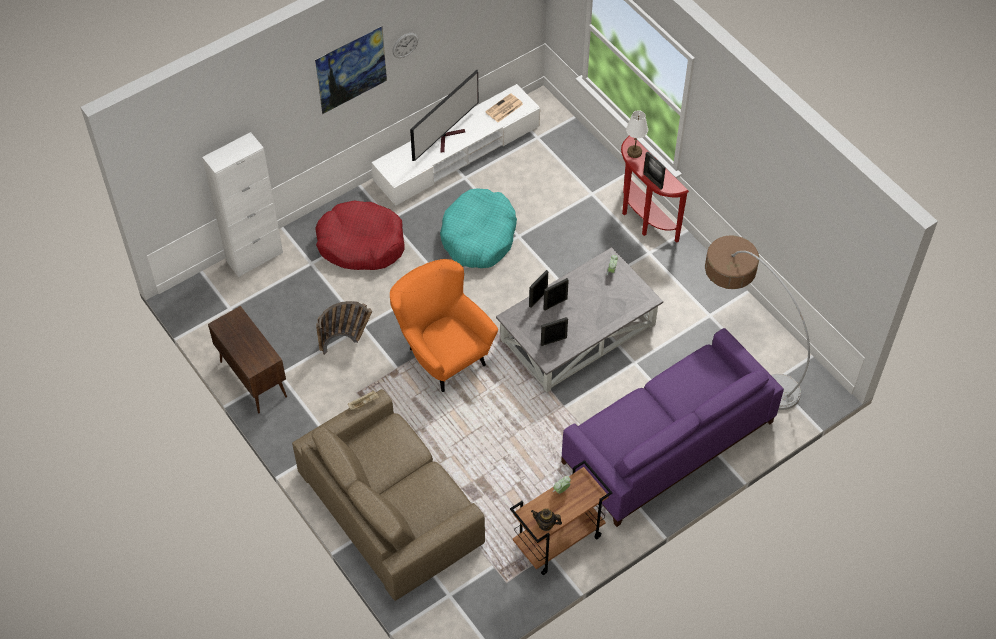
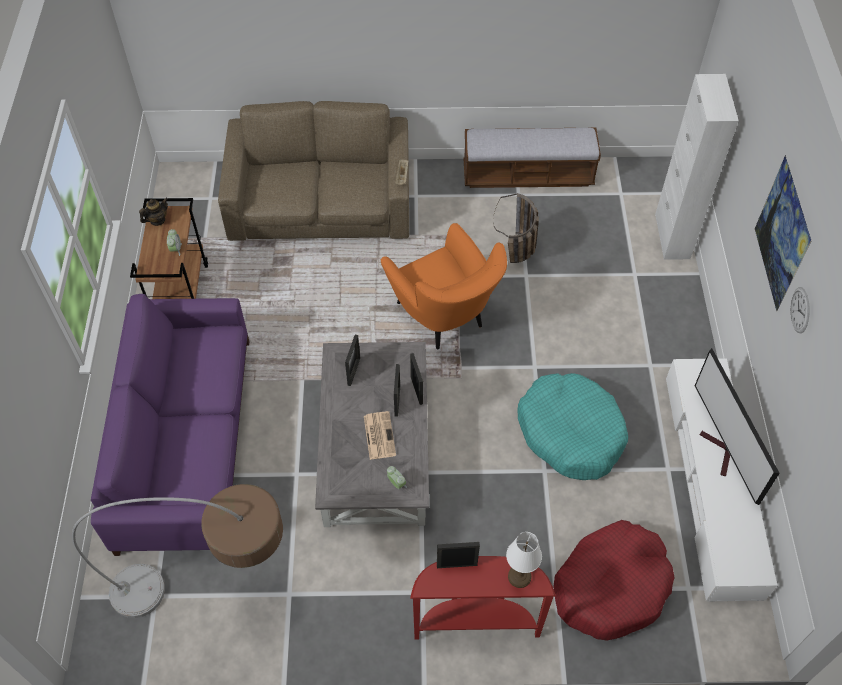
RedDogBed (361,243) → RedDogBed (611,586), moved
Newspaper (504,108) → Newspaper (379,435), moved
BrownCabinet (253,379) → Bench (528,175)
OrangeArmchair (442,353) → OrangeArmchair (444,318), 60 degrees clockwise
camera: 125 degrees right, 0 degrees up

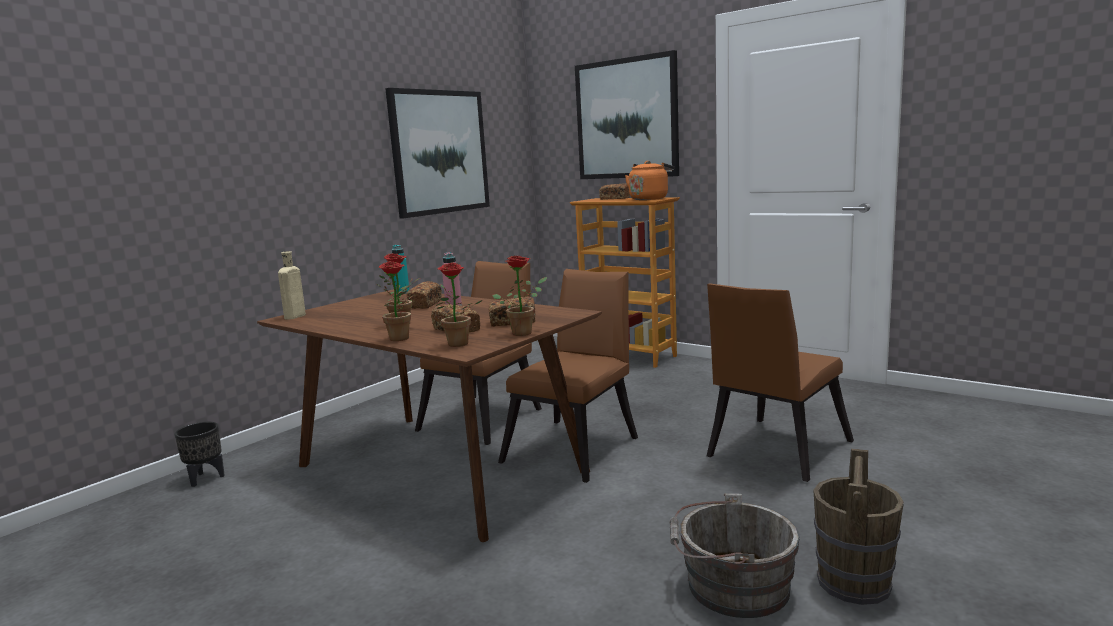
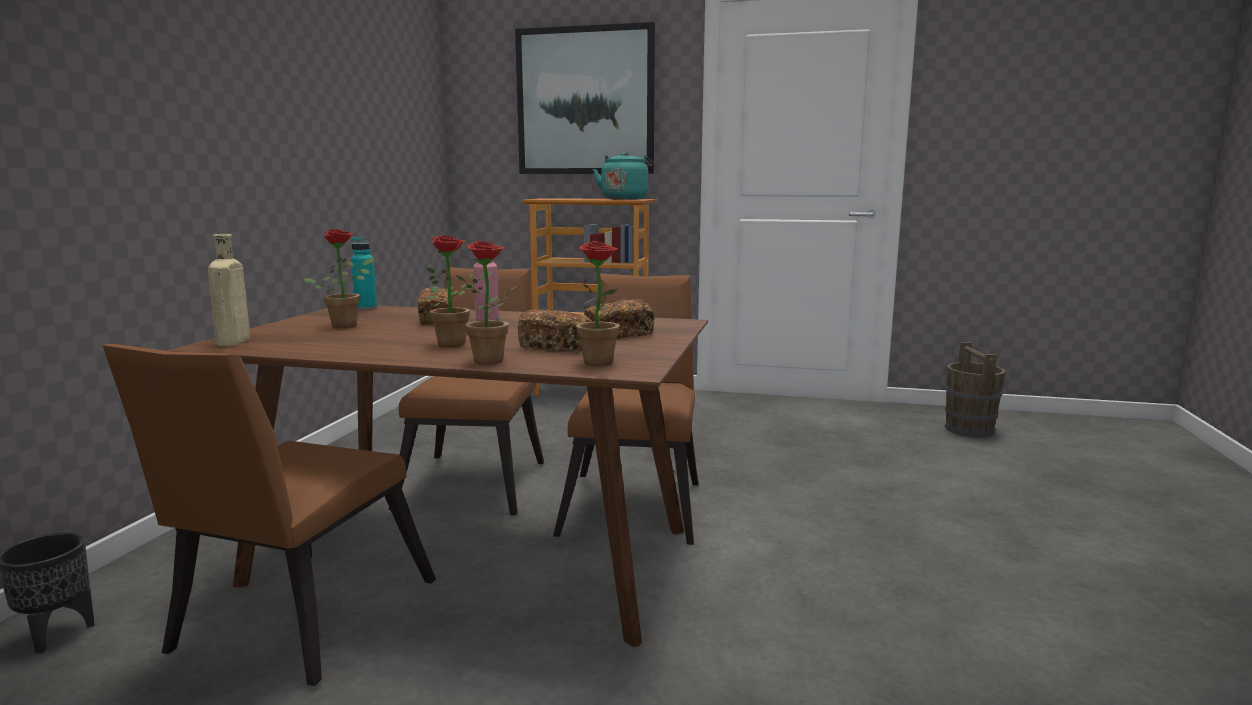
Picture (439,152) → -
Bread (614,198) → -
GreyBucket (731,586) → -
PottedPlant (525,332) → PottedPlant (347,324), moved
BrownChair (773,451) → BrownChair (294,622), moved
BrownBucket (854,582) → BrownBucket (969,429), moved
OrangeKettle (649,199) → TurquoiseKettle (625,199)
camera: 25 degrees left, 0 degrees up

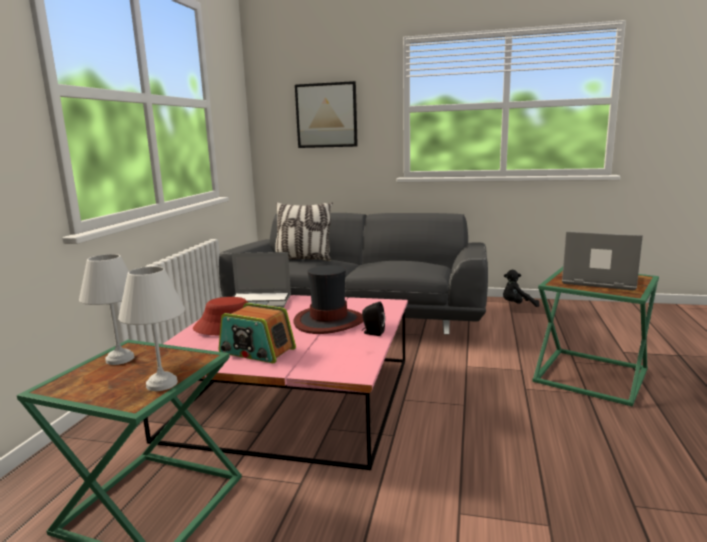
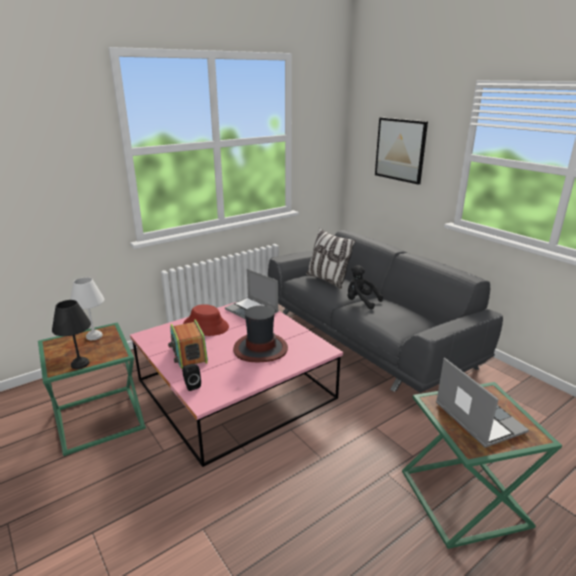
BlackSpeaker (372,333) → BlackSpeaker (191,385), moved
BlackPlushToy (517,305) → BlackPlushToy (361,302), moved
WhiteTableLamp (162,383) → BlackTableLamp (81,363)
camera: 40 degrees right, 10 degrees up

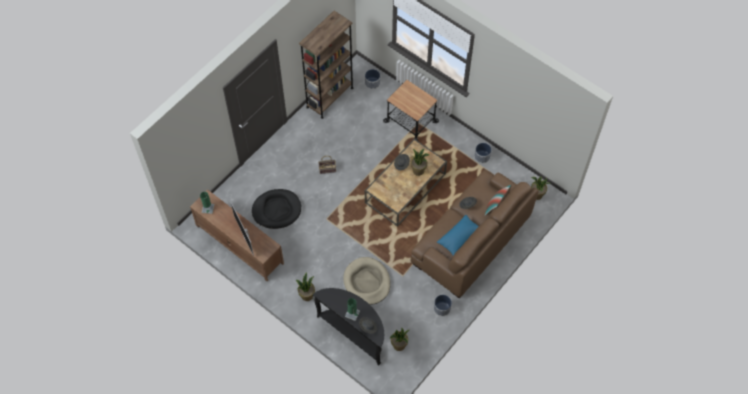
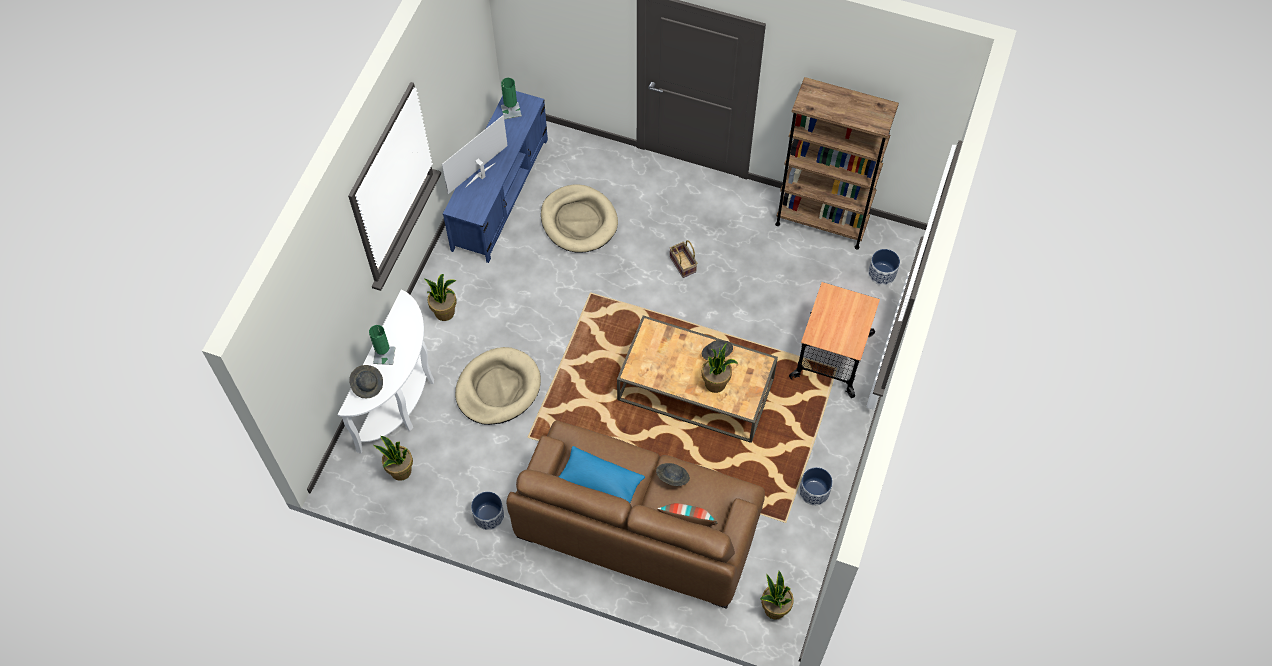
BrownTvStand (239,244) → BlueTvStand (500,193)
BlackDogBed (276,210) → BeigeDogBed (579,221)
BlackConsoleTable (354,333) → WhiteConsoleTable (402,399)
camera: 70 degrees right, 0 degrees up

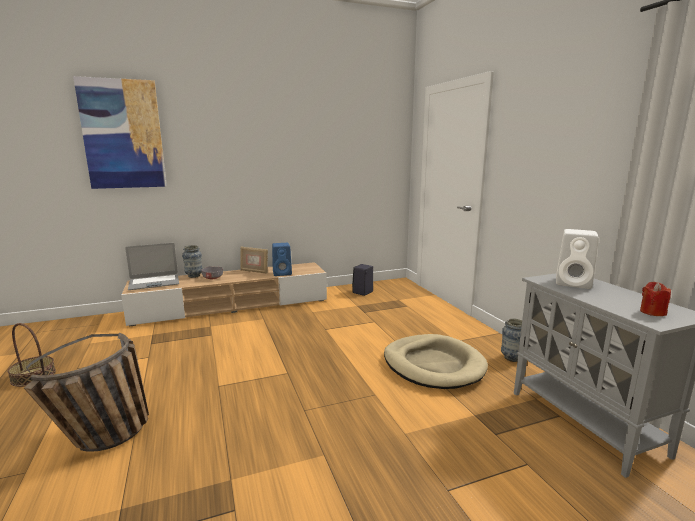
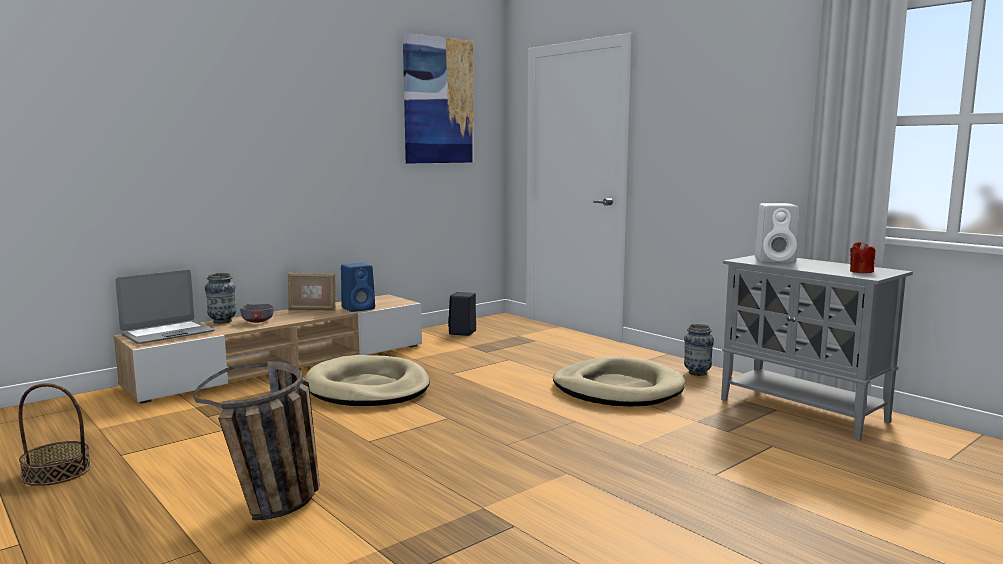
- → BeigeDogBed (368,388)
Picture (123,134) → Picture (438,101), moved
camera: 20 degrees left, 5 degrees down

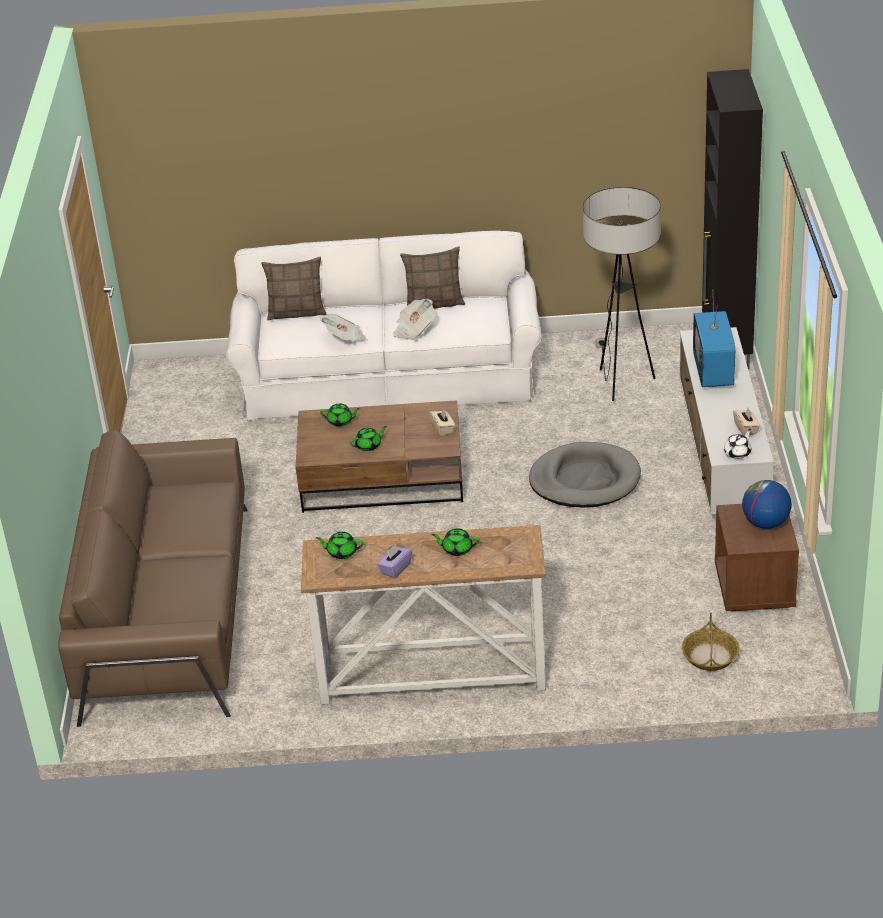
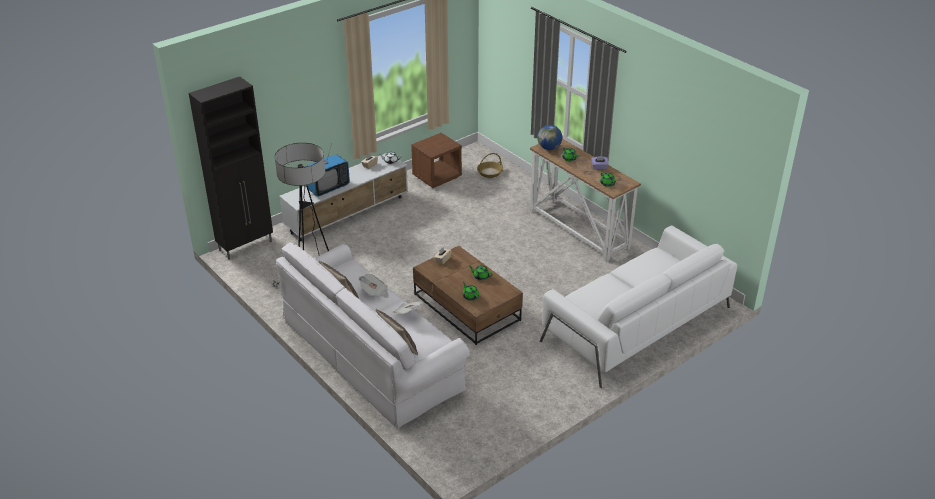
GreyDogBed (585,480) → -
Globe (765,523) → Globe (549,148), moved
BrownSofa (167,611) → WhiteSofa (636,324)
camera: 130 degrees left, 0 degrees up

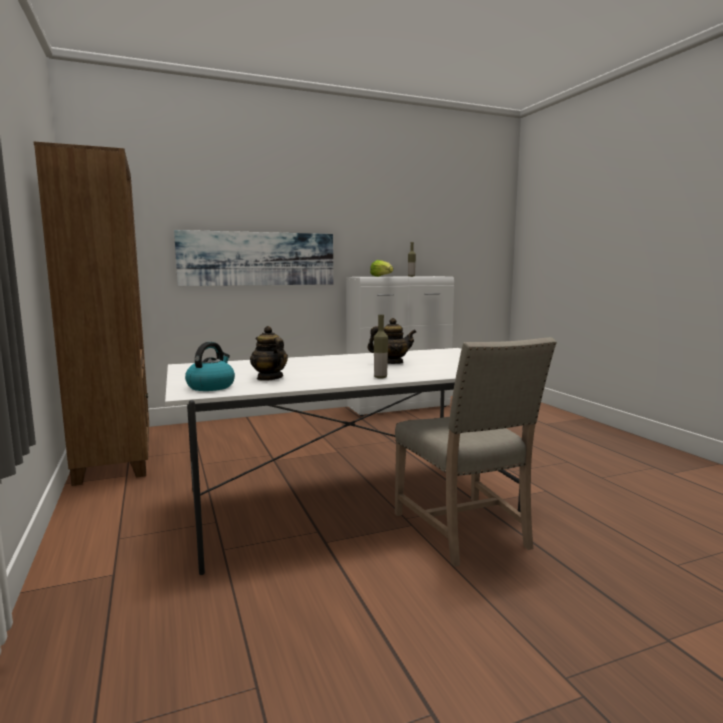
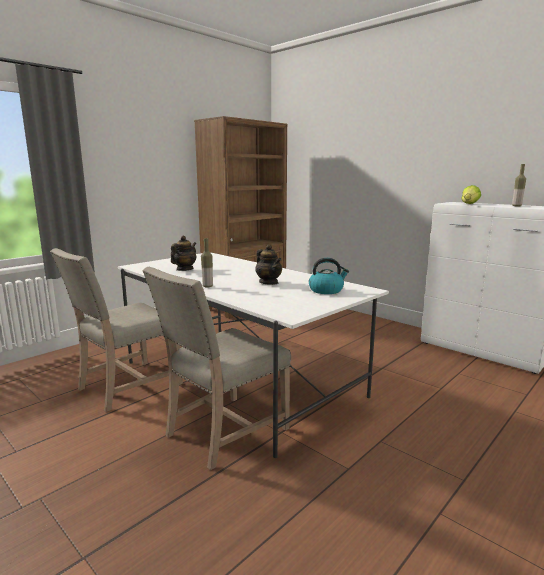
Picture (258,258) → -
- → BeigeChair (126,386)
Kettle (211,386) → Kettle (326,290), moved
camera: 65 degrees right, 5 degrees up

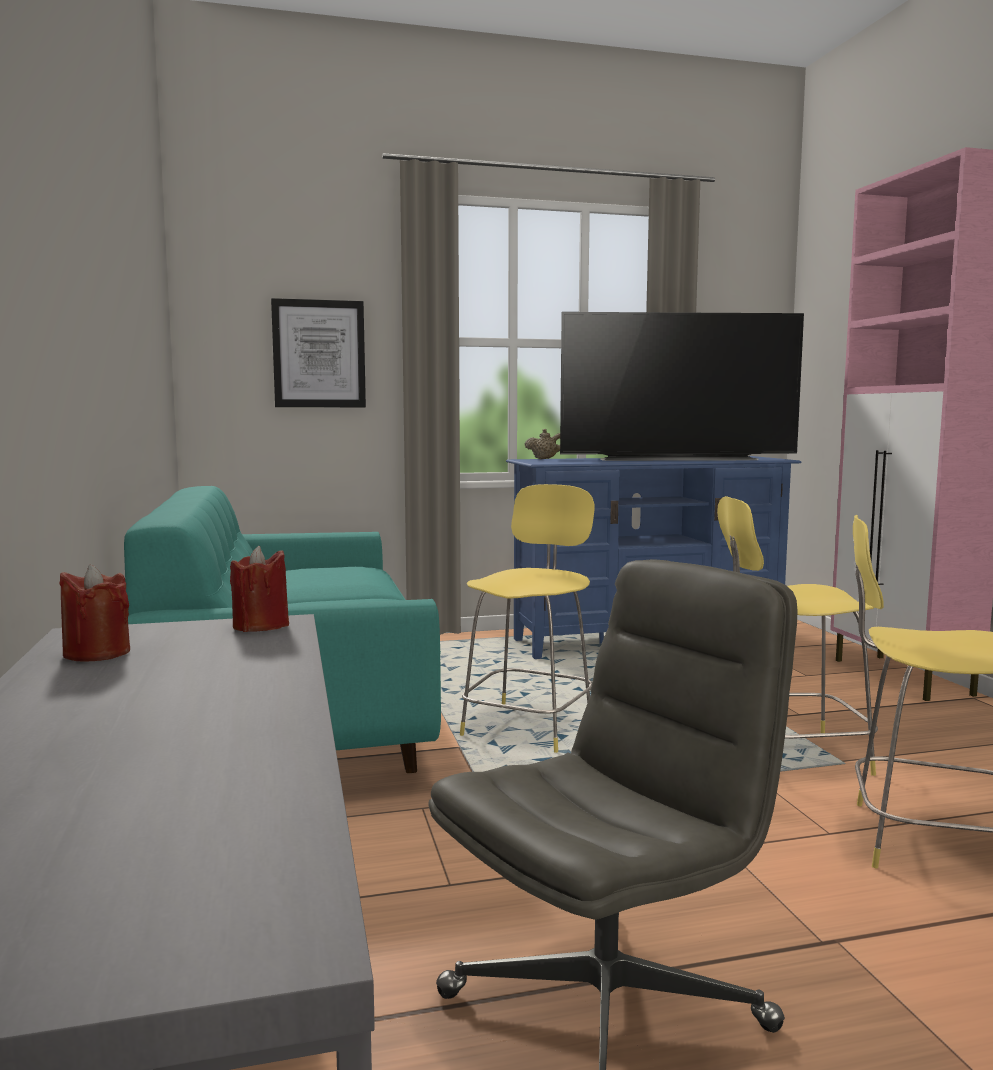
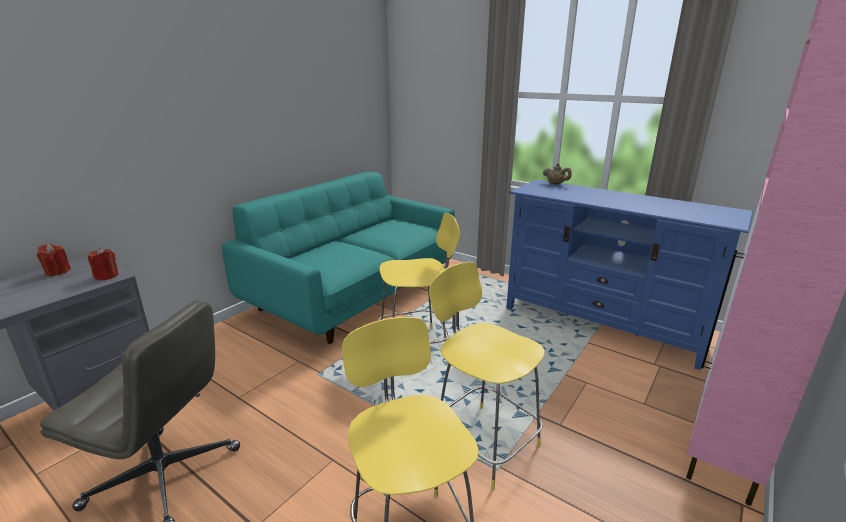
Picture (319,354) → -
Television (676,459) → -
camera: 50 degrees right, 15 degrees up

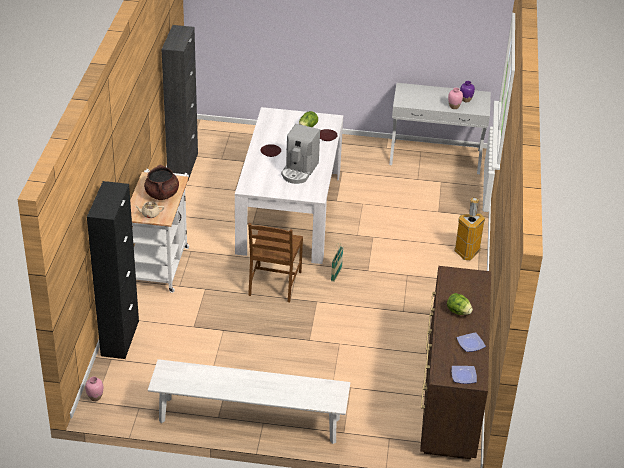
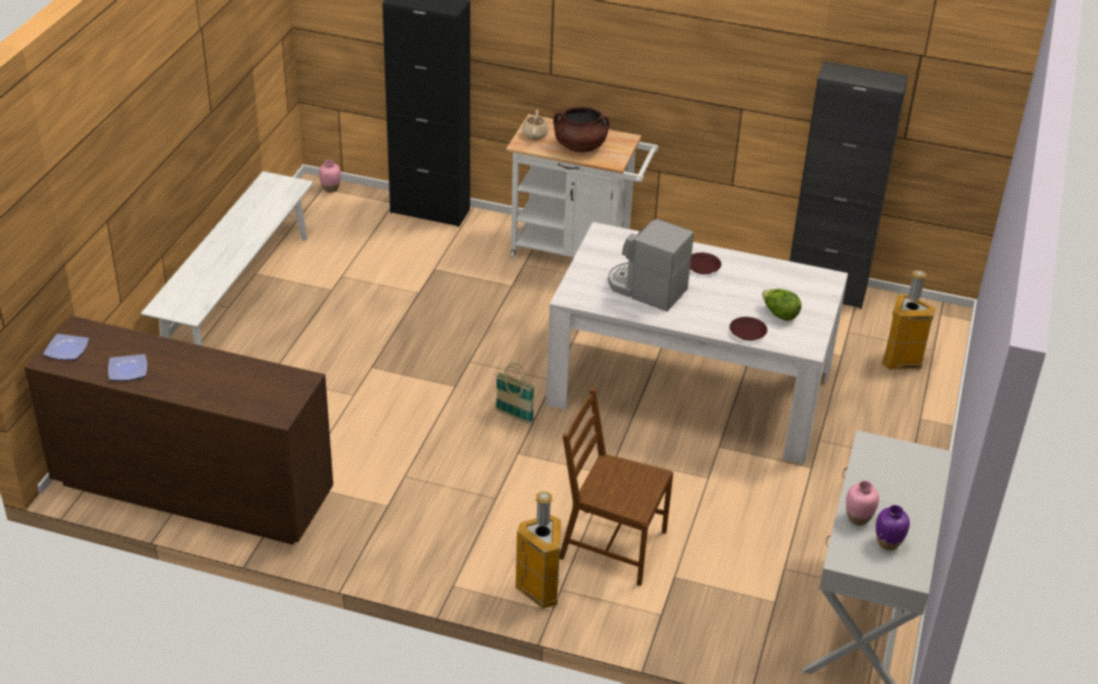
Lettuce (458,312) → -
- → TrashCan (901,362)
BrownChair (274,283) → BrownChair (611,545), moved
camera: 100 degrees right, 0 degrees up

